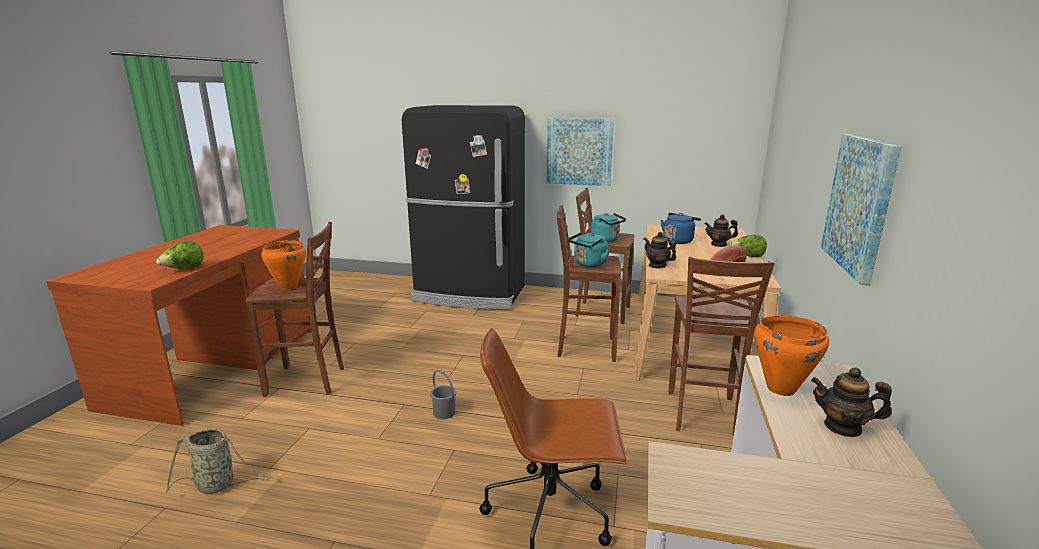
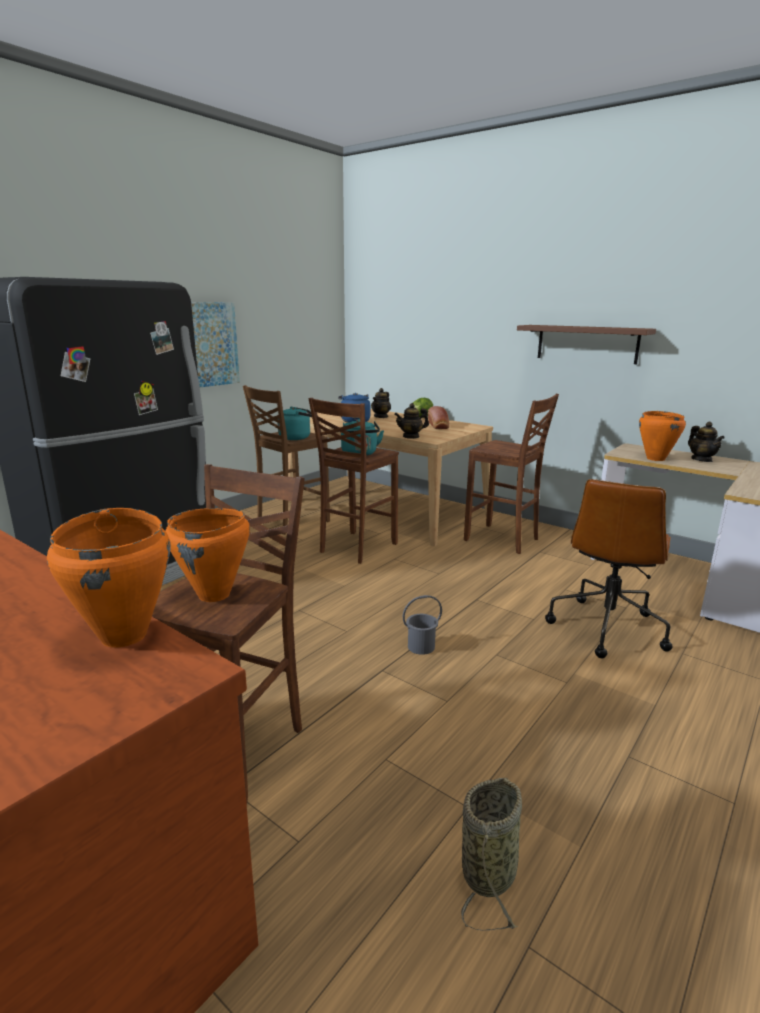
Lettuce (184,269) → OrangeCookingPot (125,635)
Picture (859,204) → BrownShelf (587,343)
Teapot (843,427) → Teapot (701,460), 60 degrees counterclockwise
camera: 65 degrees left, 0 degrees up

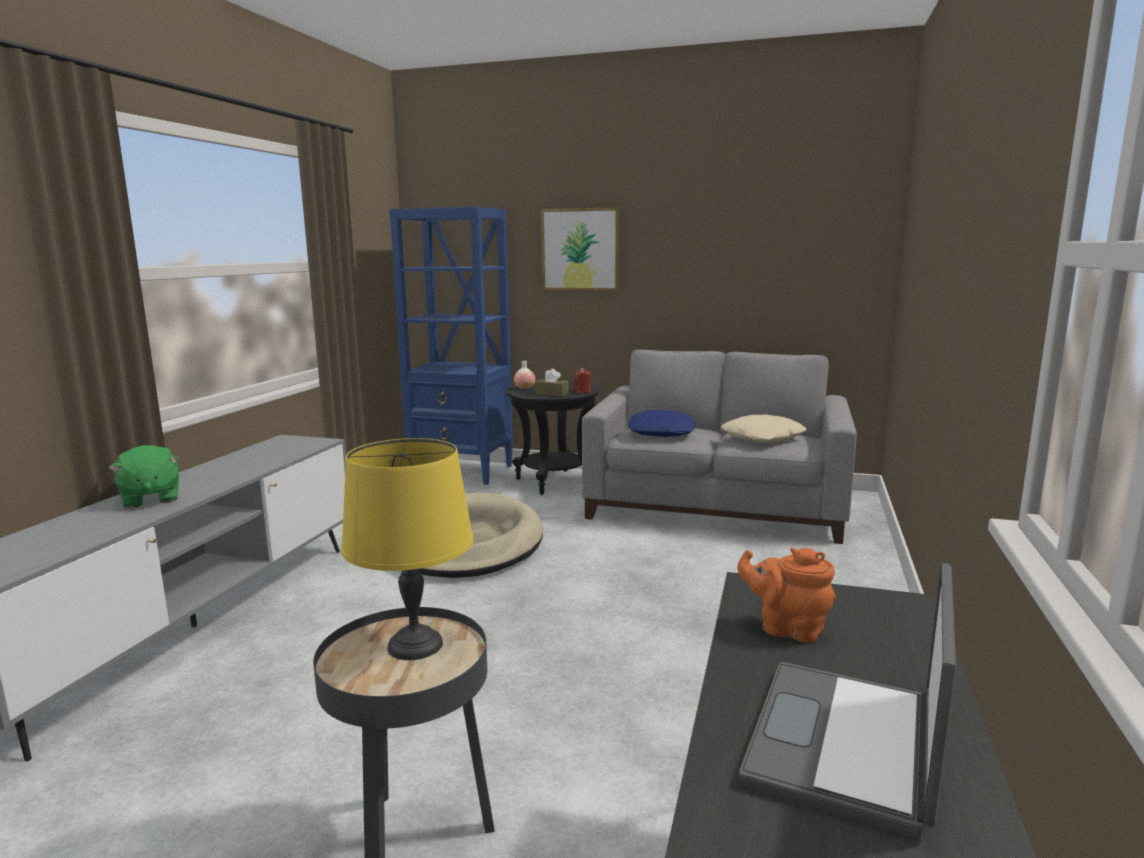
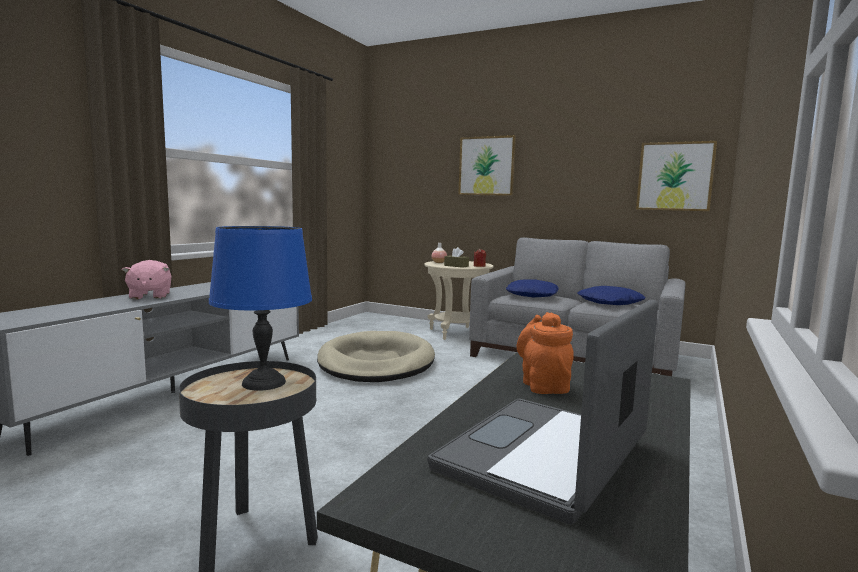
BlueBookcase (462,472) → -
- → Picture (675,176)
GreenPlushToy (150,499) → PinkPlushToy (149,296)
YellowTableLamp (413,645) → BlueTableLamp (262,383)
BlackSideTable (554,482) → BeigeSideTable (456,333)
BeigePillow (763,438) → BluePillow (610,303)
OrangeTeapot (787,628) → OrangeTeapot (543,385), 45 degrees clockwise
camera: 10 degrees right, 5 degrees down

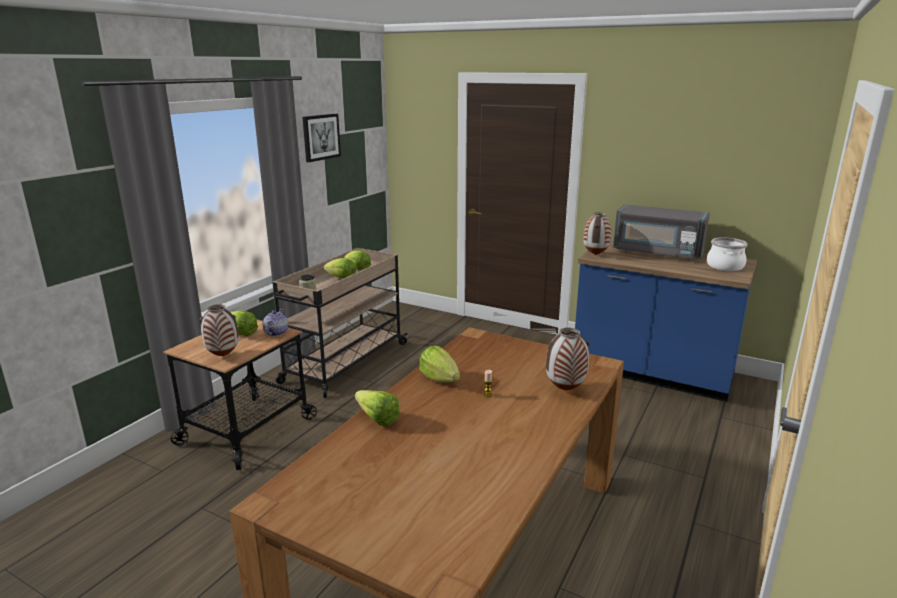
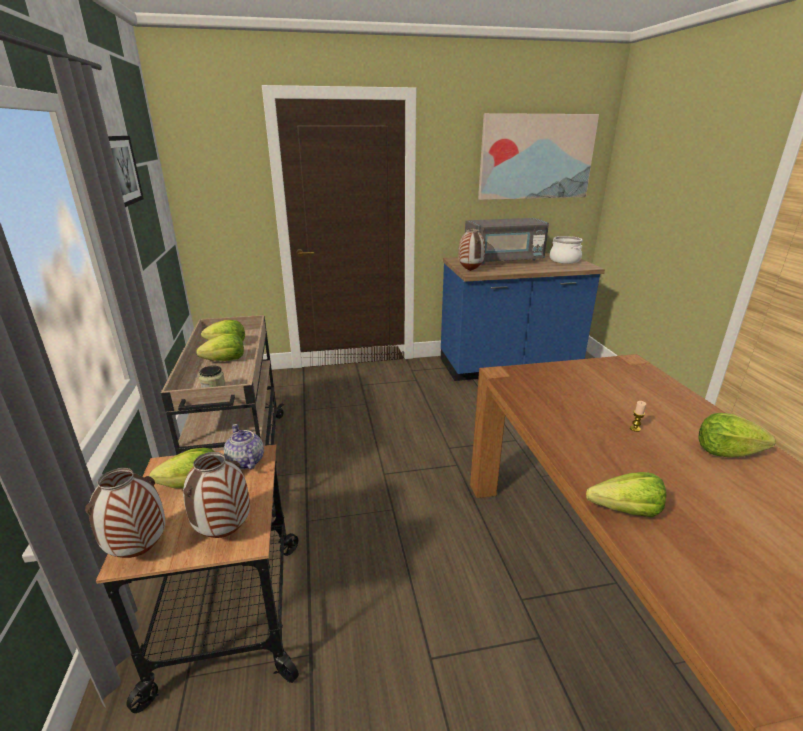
- → Picture (536,157)
Lettuce (439,379) → Lettuce (726,452), moved
Vase (564,390) → Vase (139,552), moved
camera: 40 degrees left, 5 degrees up

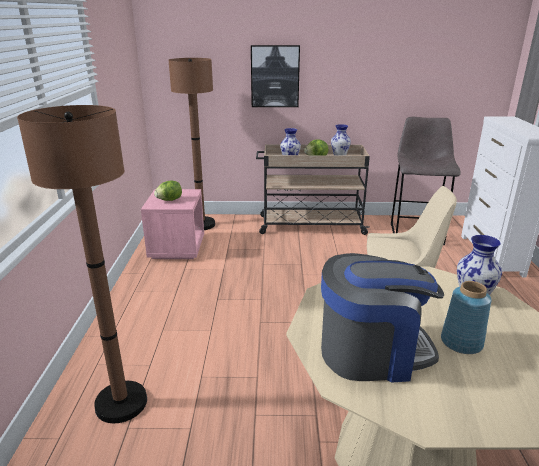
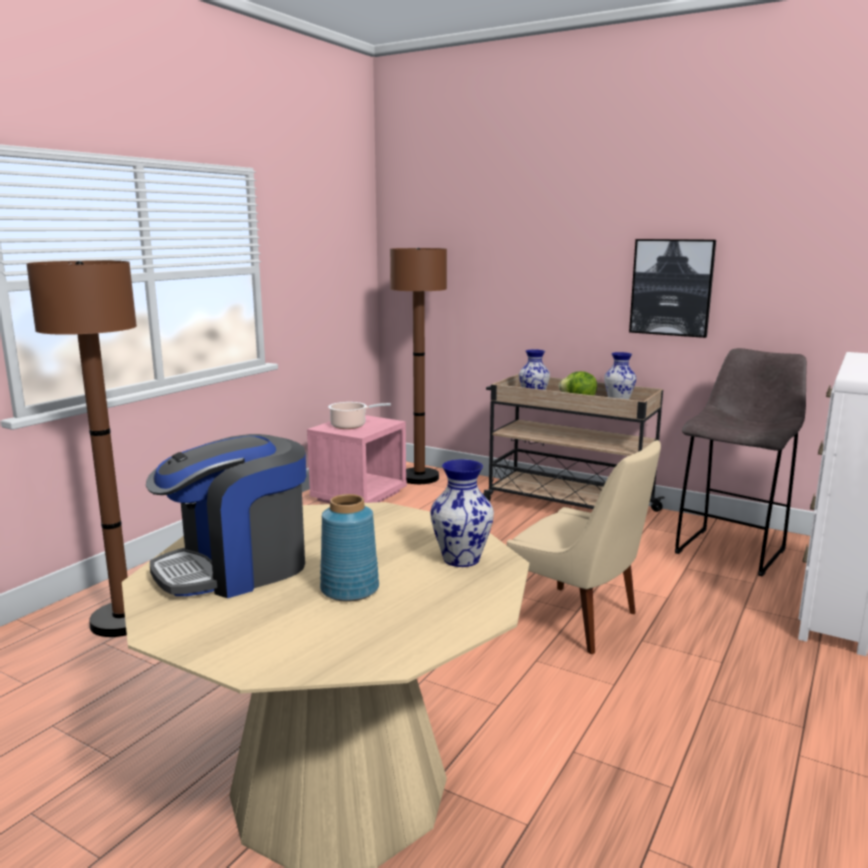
Picture (275,76) → Picture (671,287), moved
Lettuce (169,200) → CookingPot (351,426)
CoffeeMachine (372,352) → CoffeeMachine (236,568), 120 degrees clockwise
camera: 30 degrees right, 10 degrees down

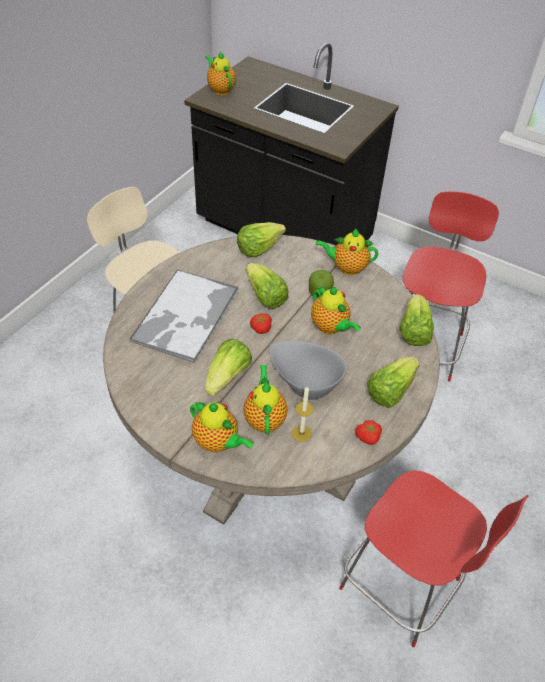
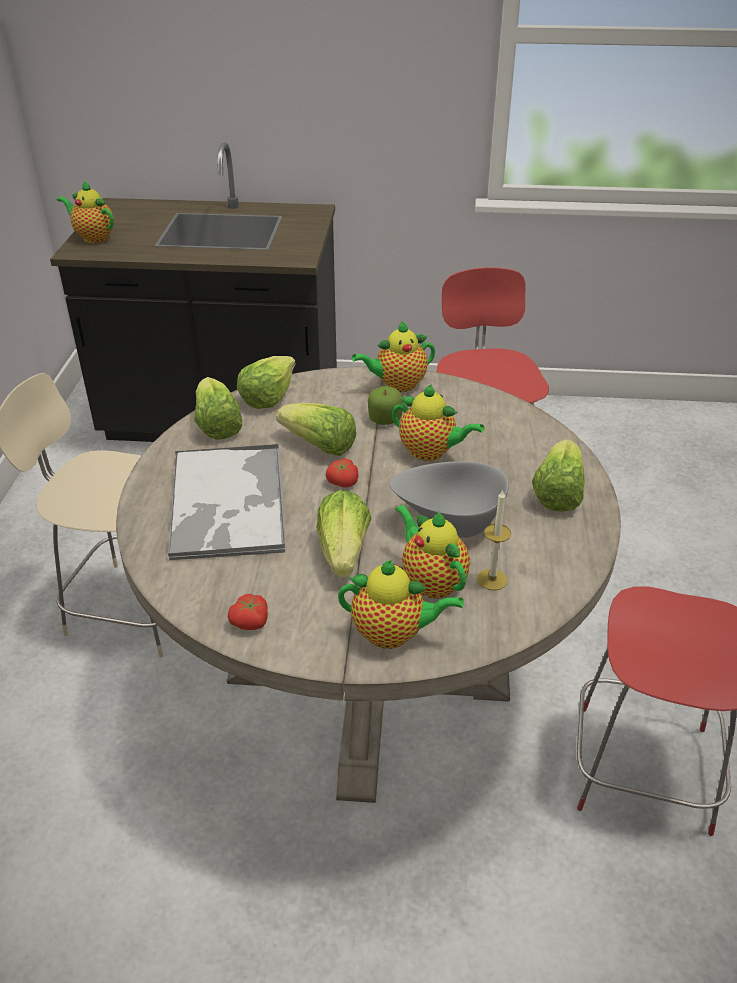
Tomato (368,437) → Tomato (251,622), moved
Lettuce (413,331) → Lettuce (217,425), moved
camera: 25 degrees left, 10 degrees down

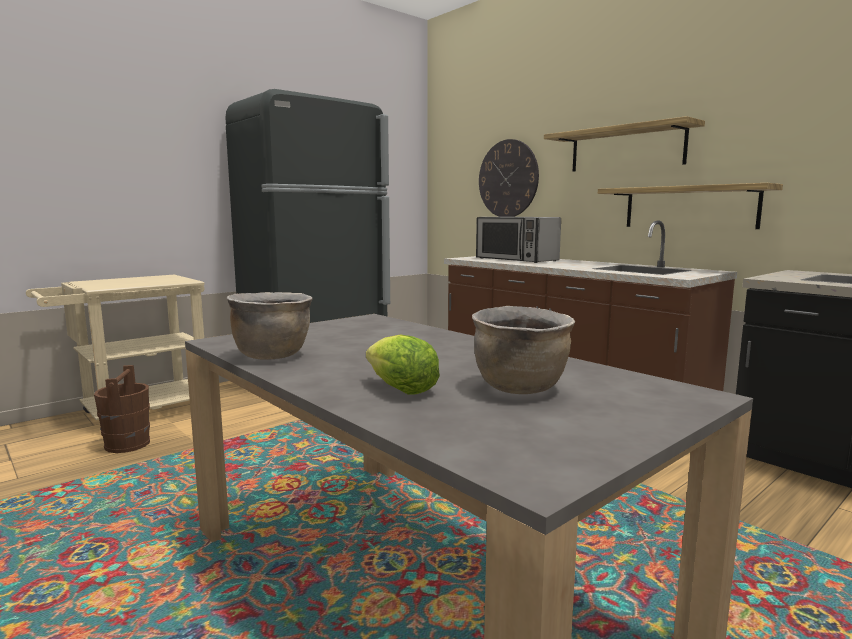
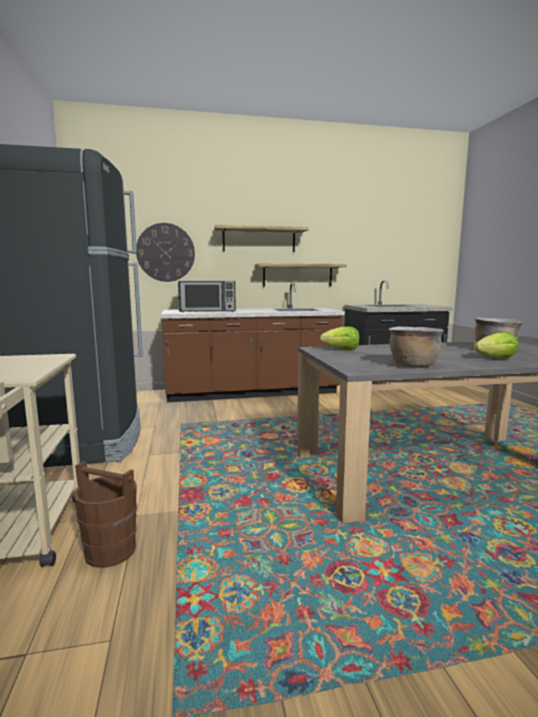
- → Lettuce (341,350)
camera: 60 degrees left, 0 degrees up

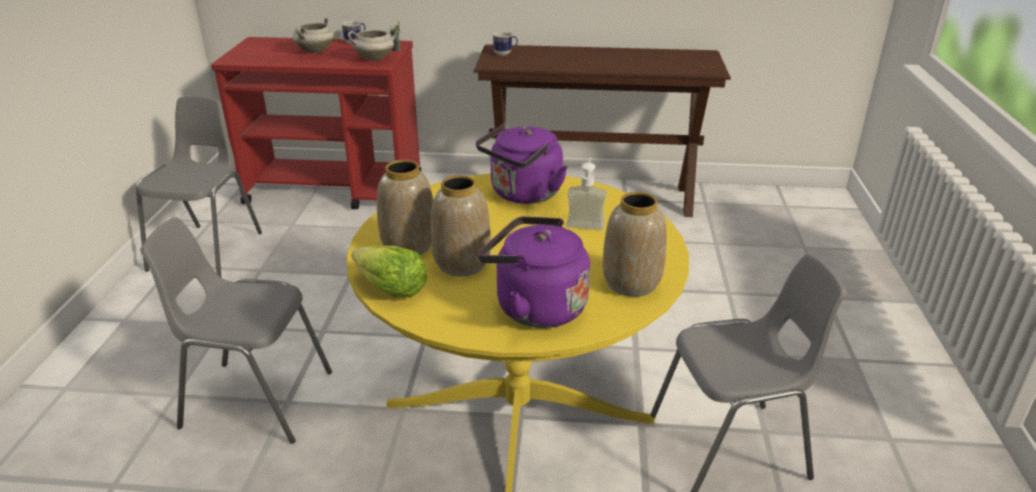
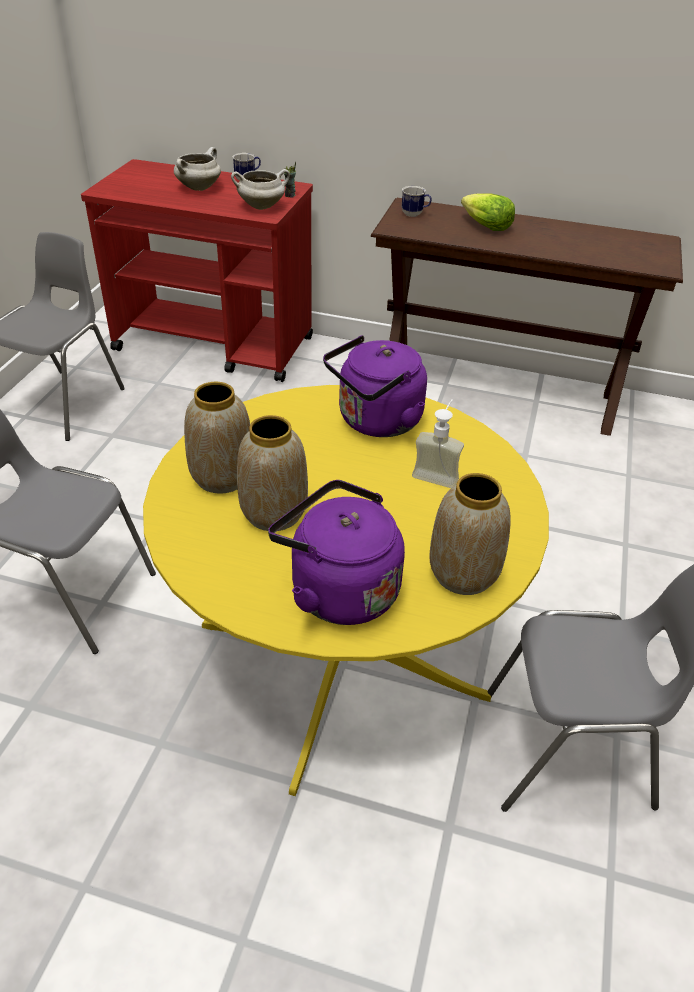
Lettuce (389,289) → Lettuce (485,226), moved
camera: 10 degrees right, 10 degrees up

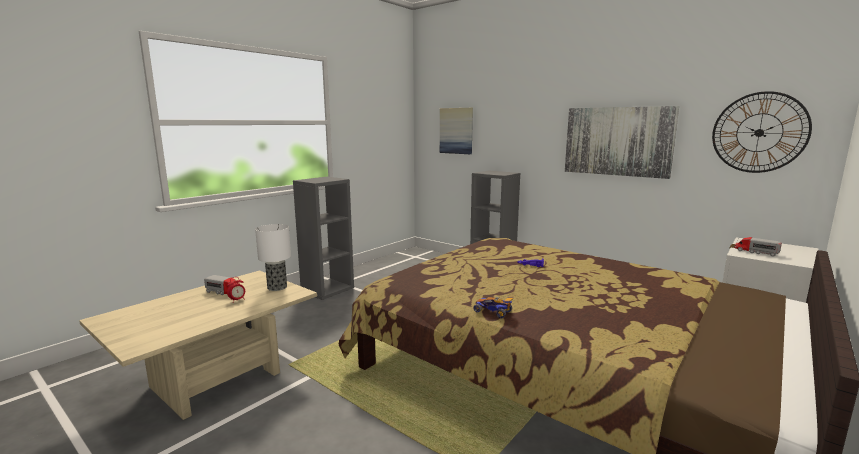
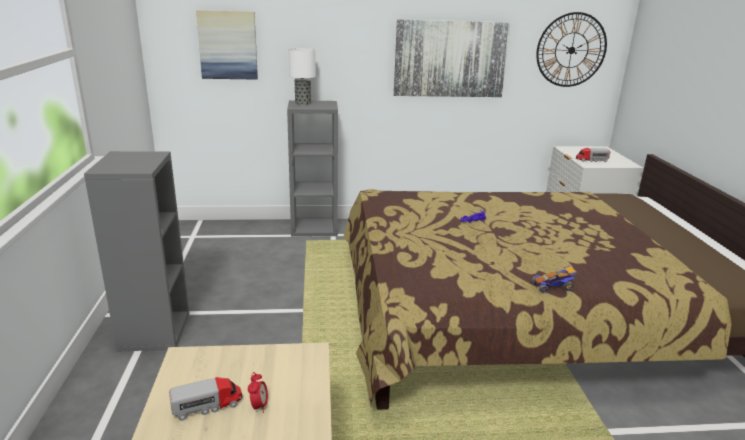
TableLamp (276,287) → TableLamp (302,103), moved
camera: 45 degrees left, 10 degrees up

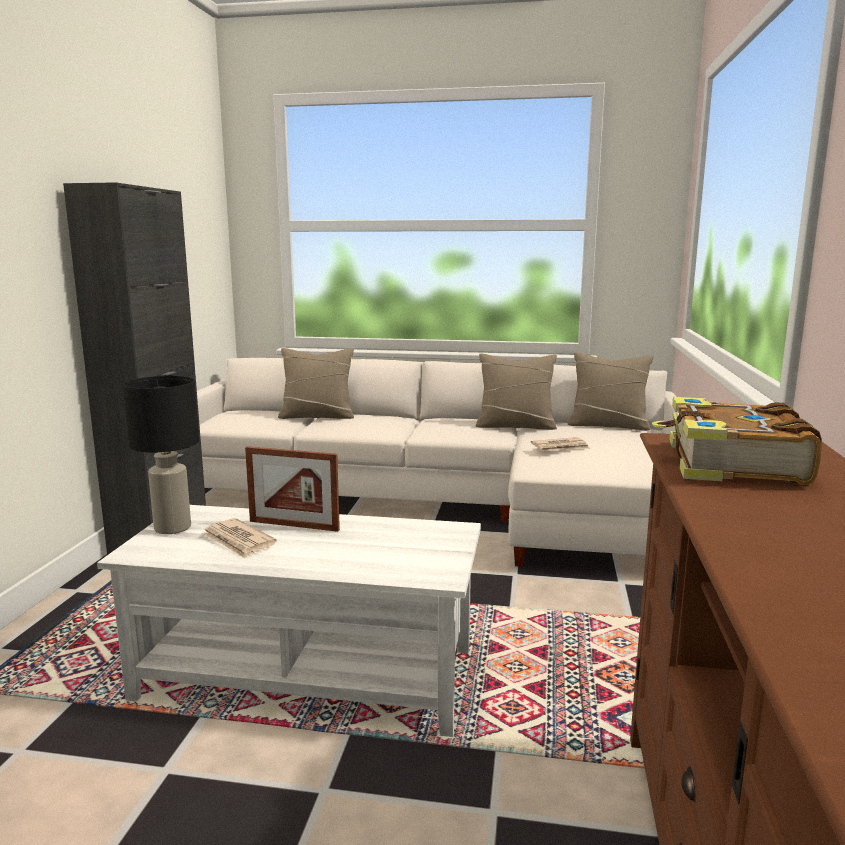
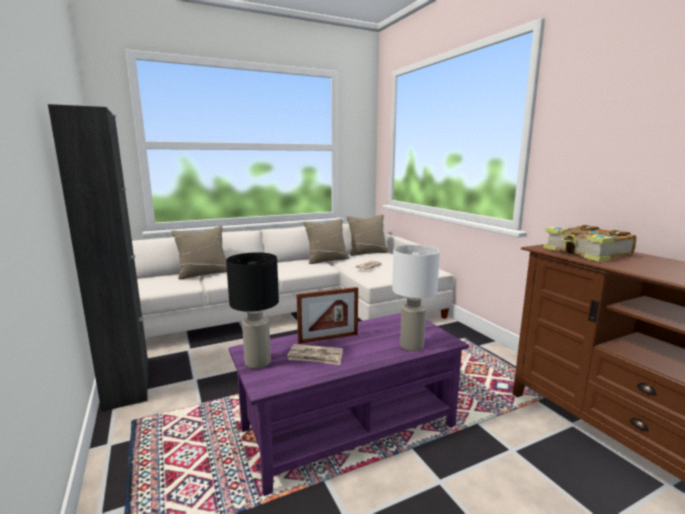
- → WhiteTableLamp (411,346)
WhiteCoffeeTable (308,674) → PurpleCoffeeTable (349,428)
camera: 35 degrees left, 0 degrees up

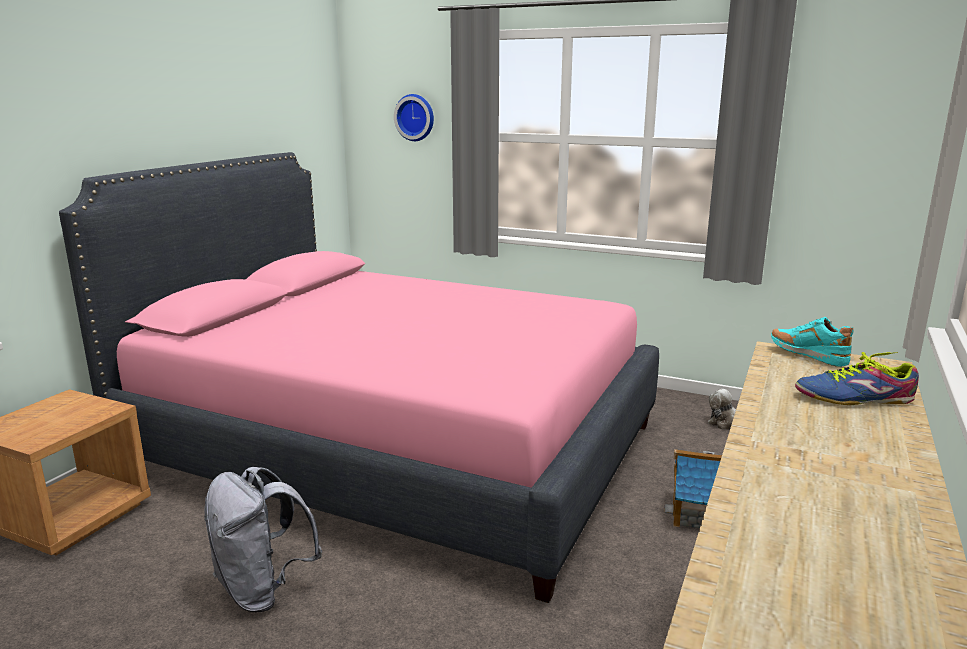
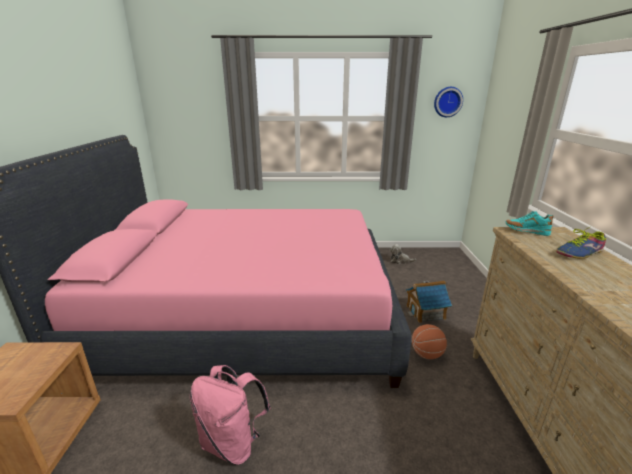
- → Basketball (426,354)
WallClock (415,117) → WallClock (447,102), moved
GreyBackpack (263,590) → PinkBackpack (233,442)
camera: 25 degrees left, 5 degrees up

